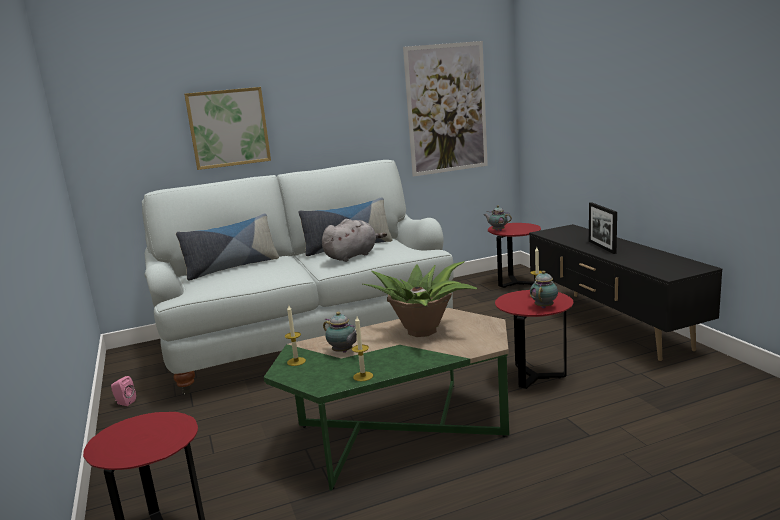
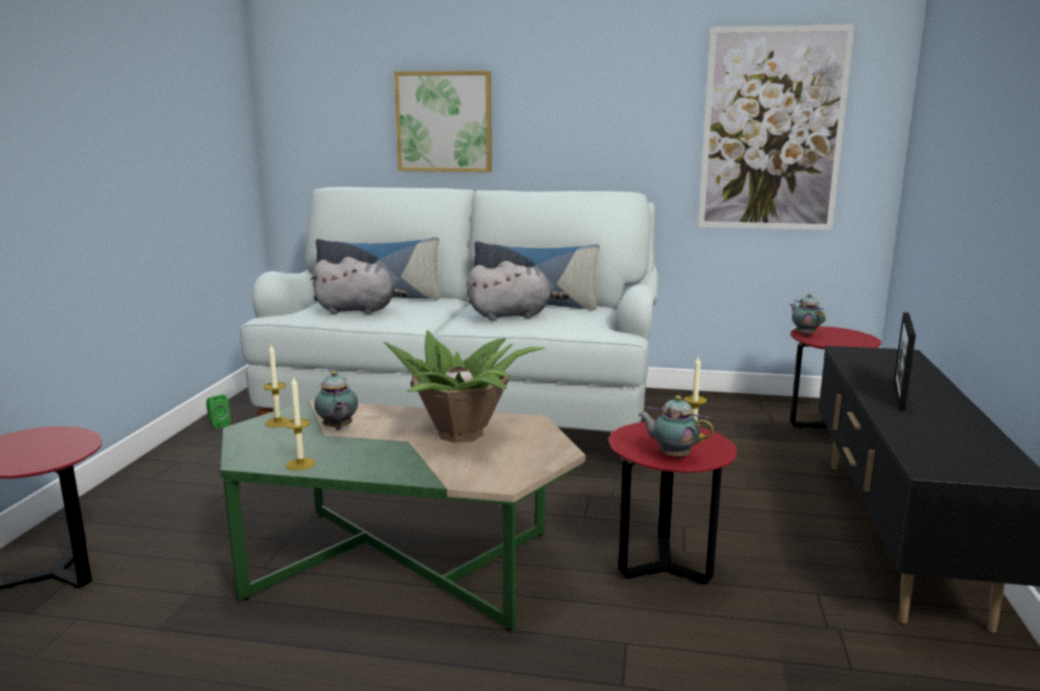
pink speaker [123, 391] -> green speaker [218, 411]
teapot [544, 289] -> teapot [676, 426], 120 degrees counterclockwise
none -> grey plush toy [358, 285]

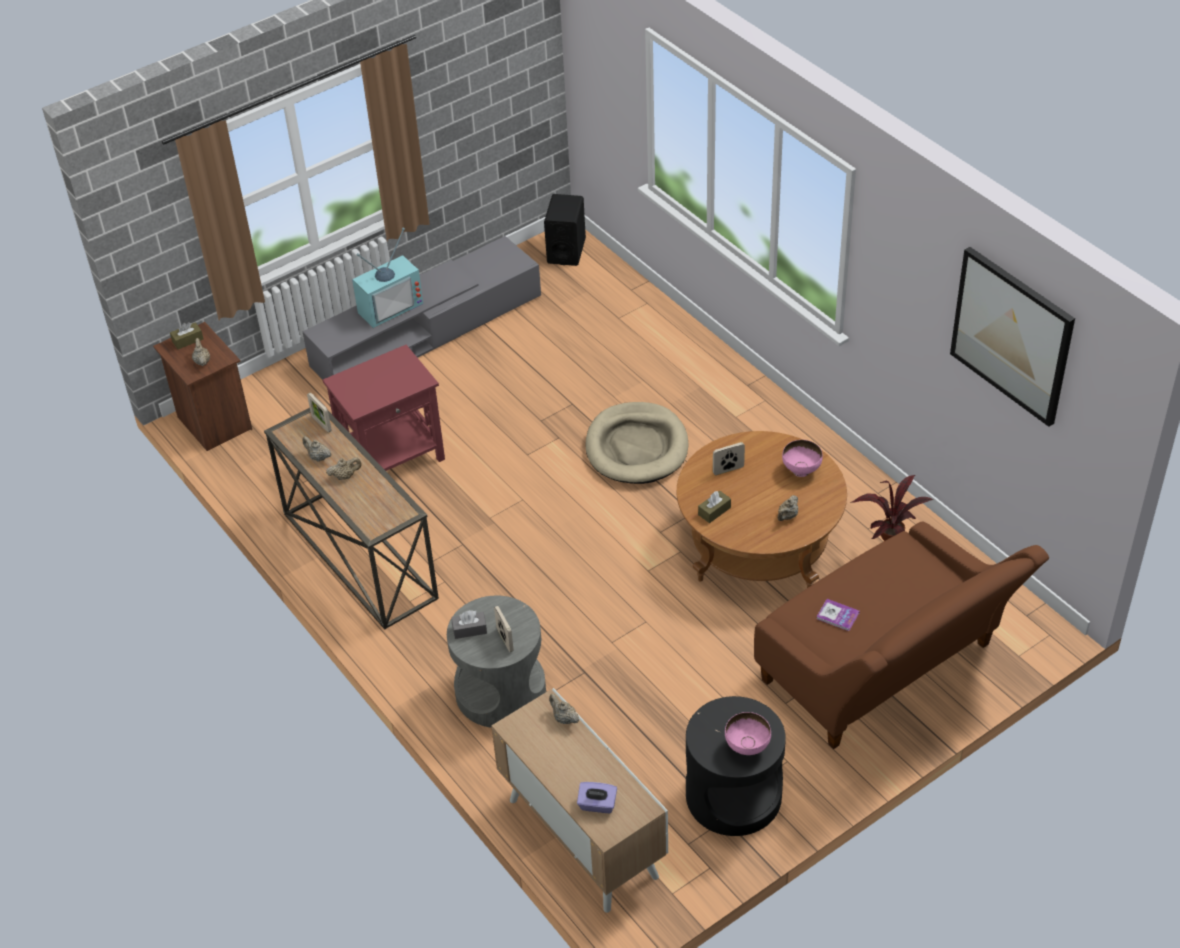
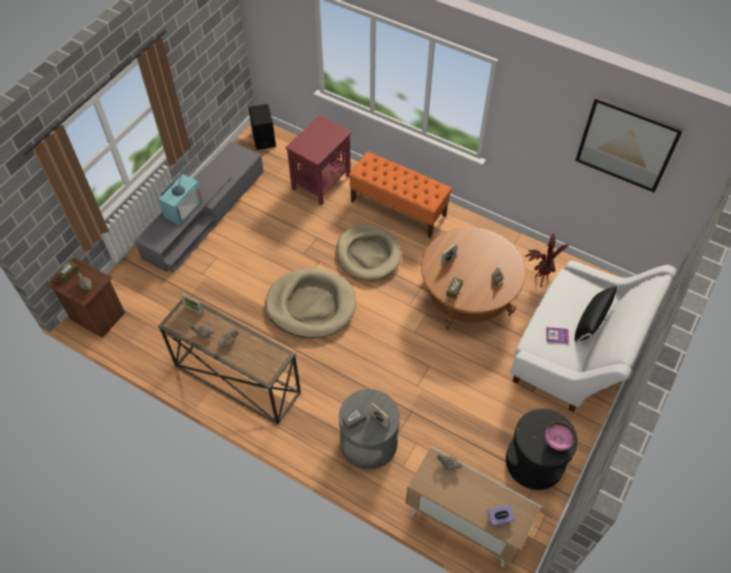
red side table [384, 408] -> red side table [318, 160], relocated
brown sofa [901, 635] -> white sofa [594, 335]
pink bowl [802, 458] -> none
none -> beige dog bed [310, 303]
none -> orange bench [400, 195]
none -> black pillow [596, 315]

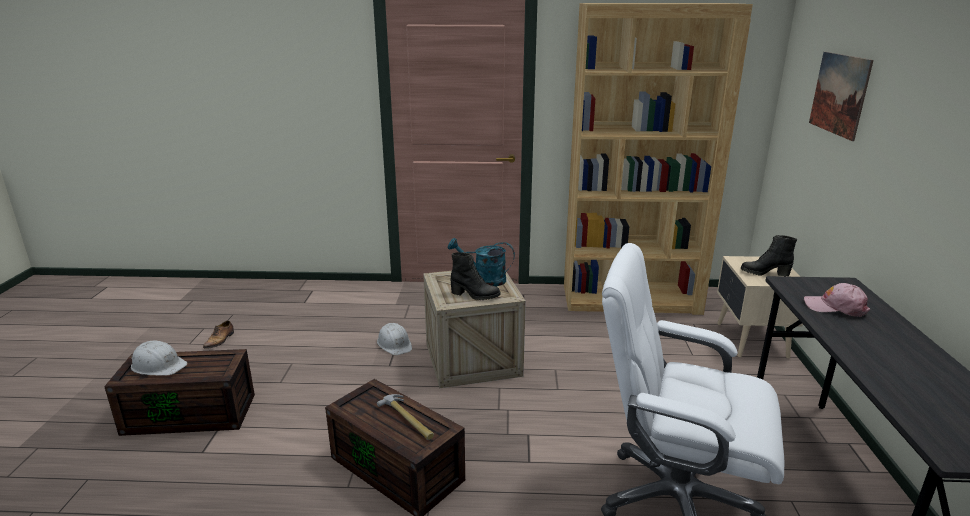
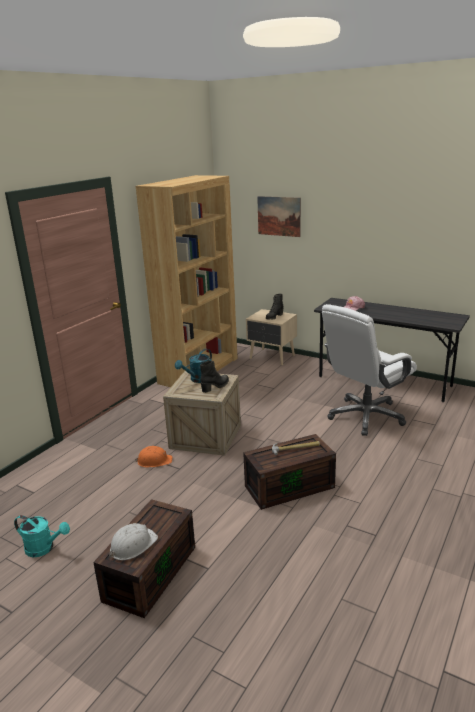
shoe [218, 334] -> turquoise watering can [42, 536]
white hard hat [394, 339] -> orange hard hat [154, 457]

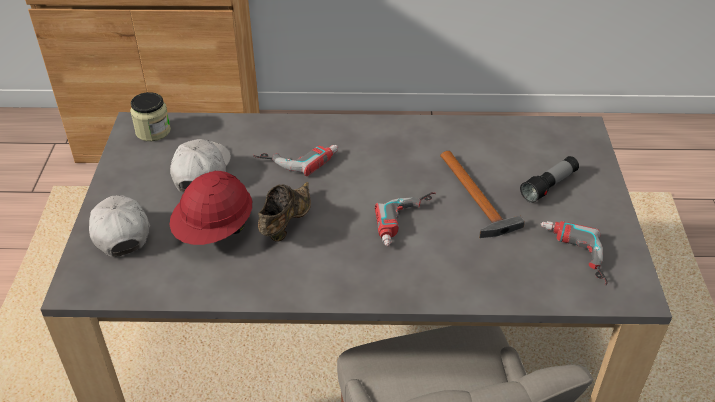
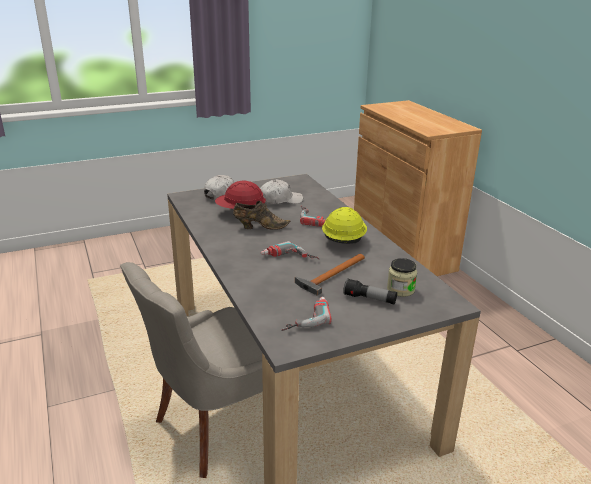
jar [150, 116] -> jar [402, 277], relocated
none -> yellow hard hat [344, 225]

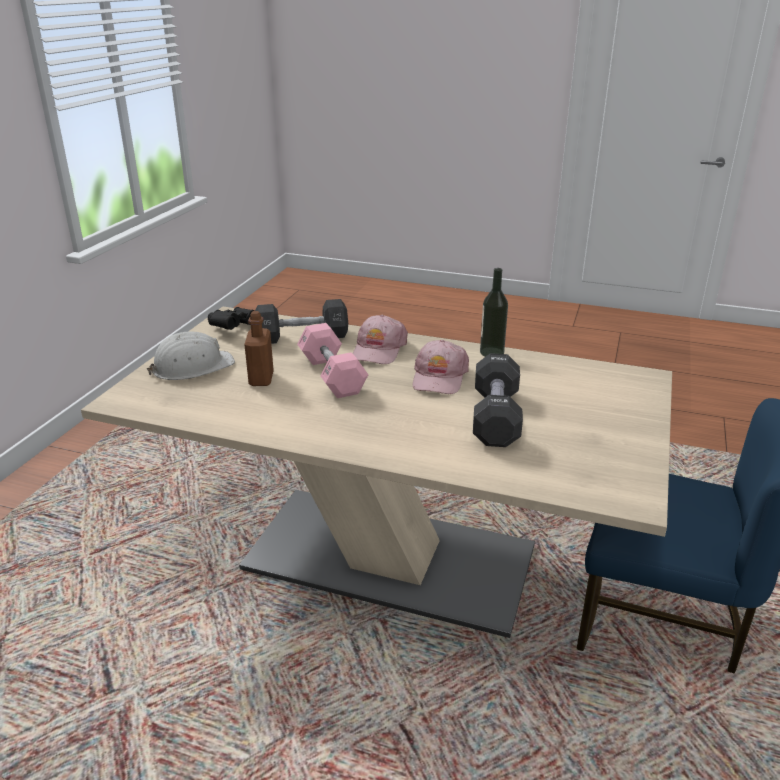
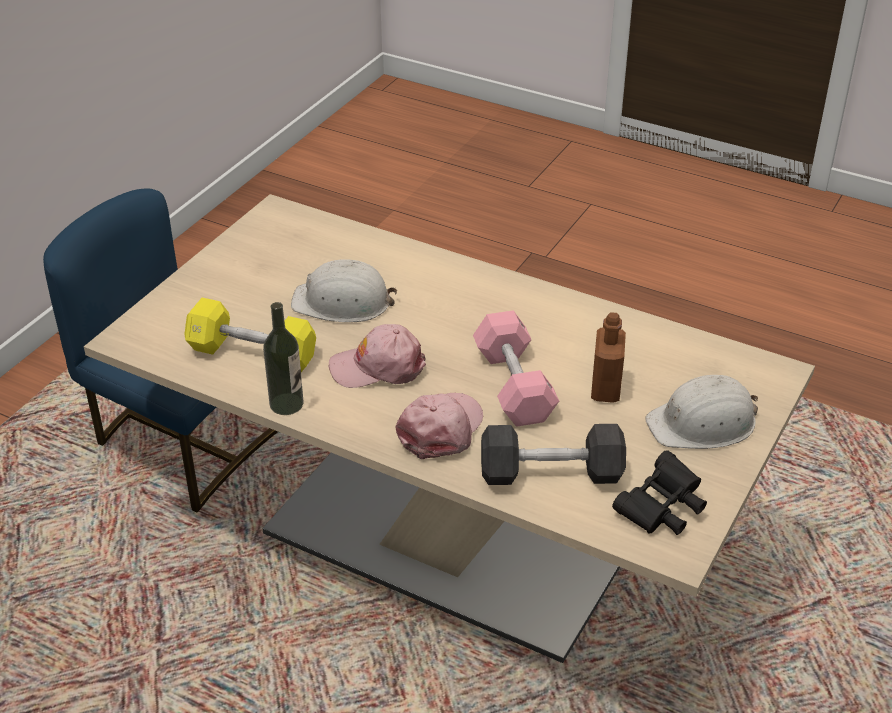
pink cap [441, 367] -> pink cap [377, 356], 120 degrees counterclockwise
black dumbbell [498, 400] -> white hard hat [344, 290]
none -> yellow dumbbell [250, 335]

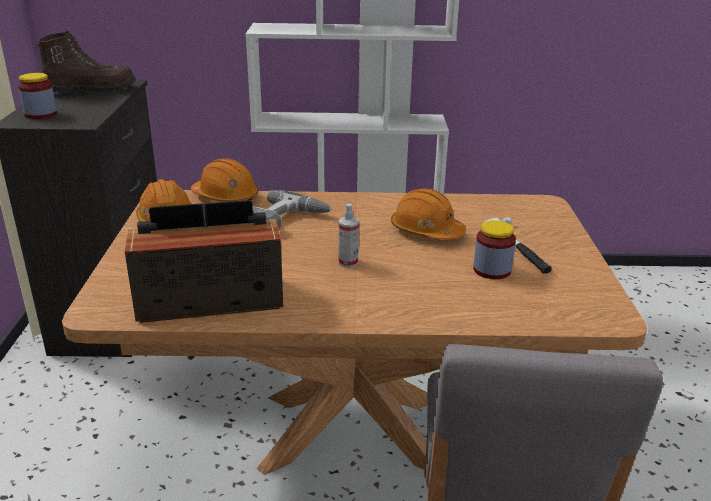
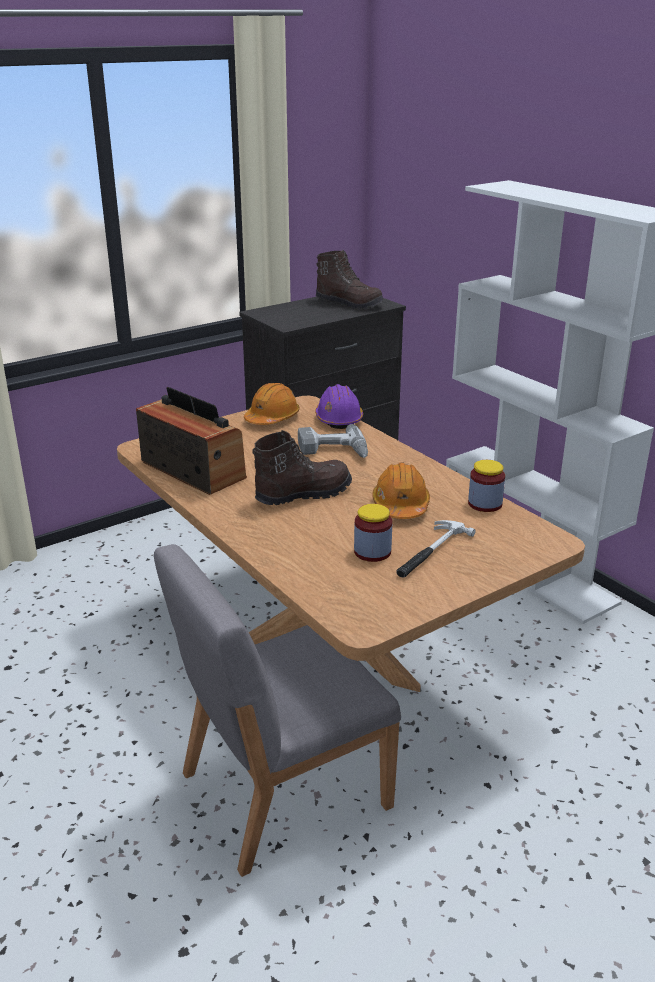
jar [37, 96] -> jar [486, 486], relocated
orange hard hat [225, 180] -> purple hard hat [339, 406]
spray bottle [348, 236] -> brown boot [302, 467]

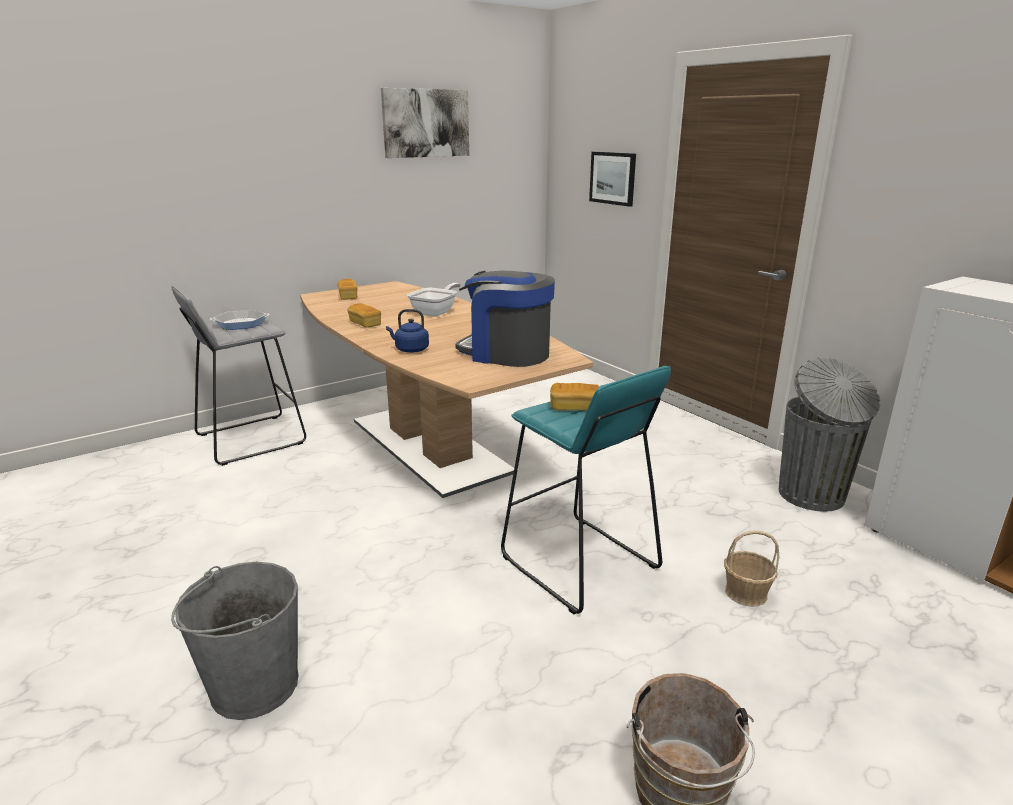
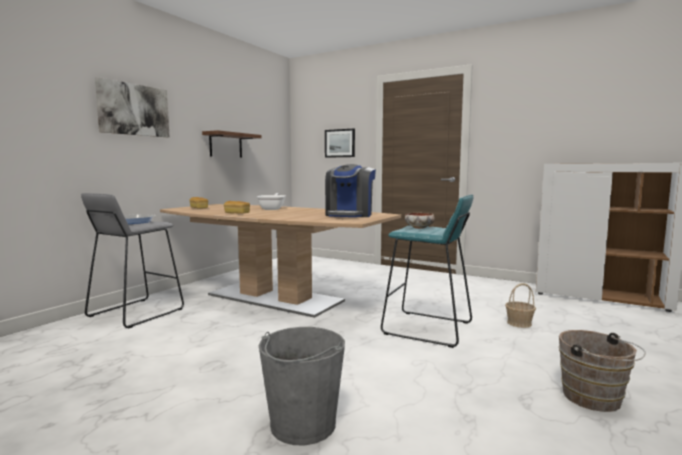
picture [425, 123] -> picture [132, 107], relocated
blue kettle [407, 331] -> none
coffee machine [505, 319] -> coffee machine [350, 190], 75 degrees counterclockwise
bread [574, 397] -> bowl [420, 221]
grey trash can [829, 434] -> none
none -> brown shelf [231, 144]

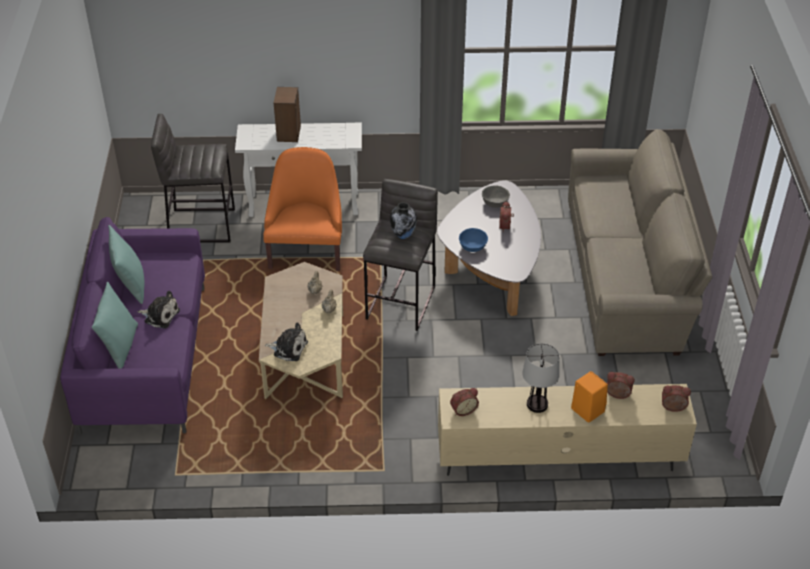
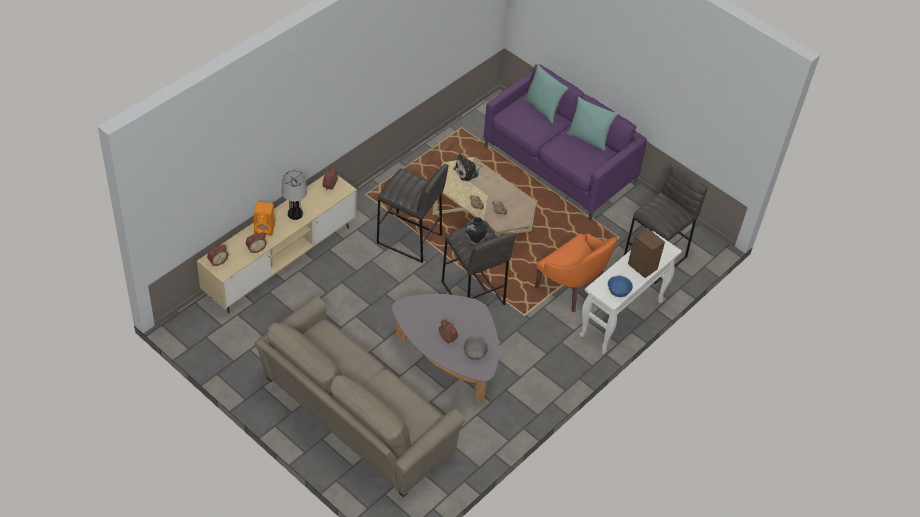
plush toy [158, 309] -> none
blue bowl [473, 240] -> blue bowl [620, 286], relocated
none -> grey stool [412, 213]

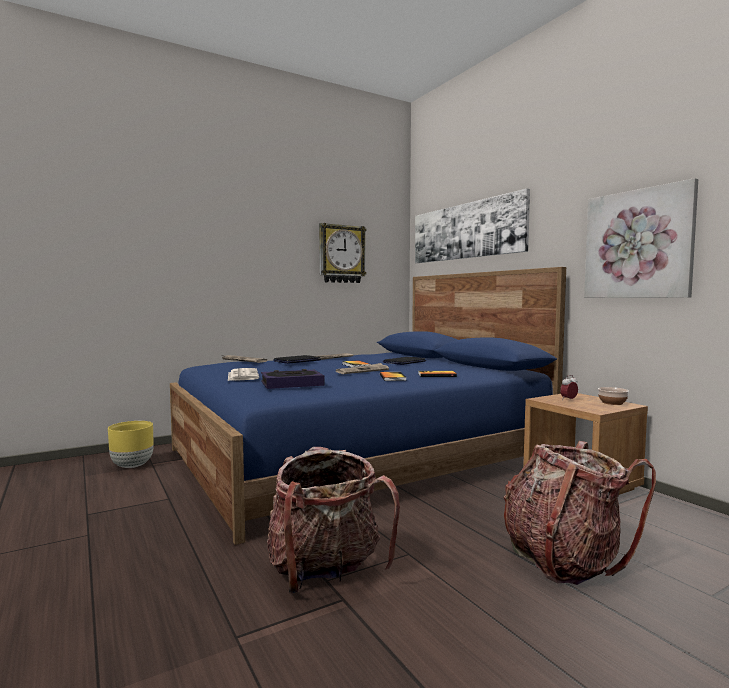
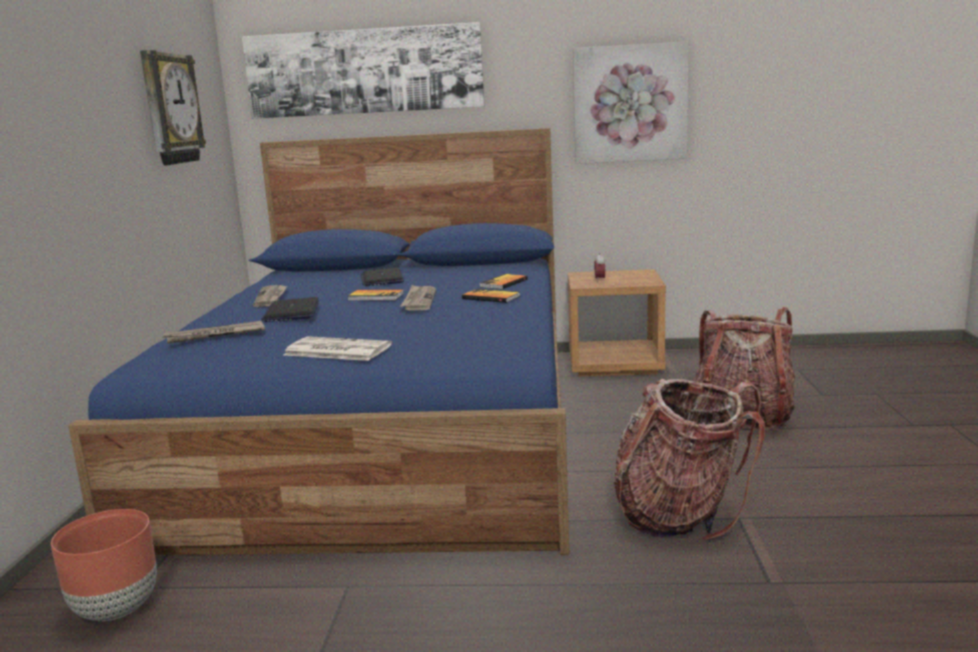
yellow planter [130, 444] -> brown planter [104, 565]
book [293, 379] -> none
bowl [613, 396] -> none

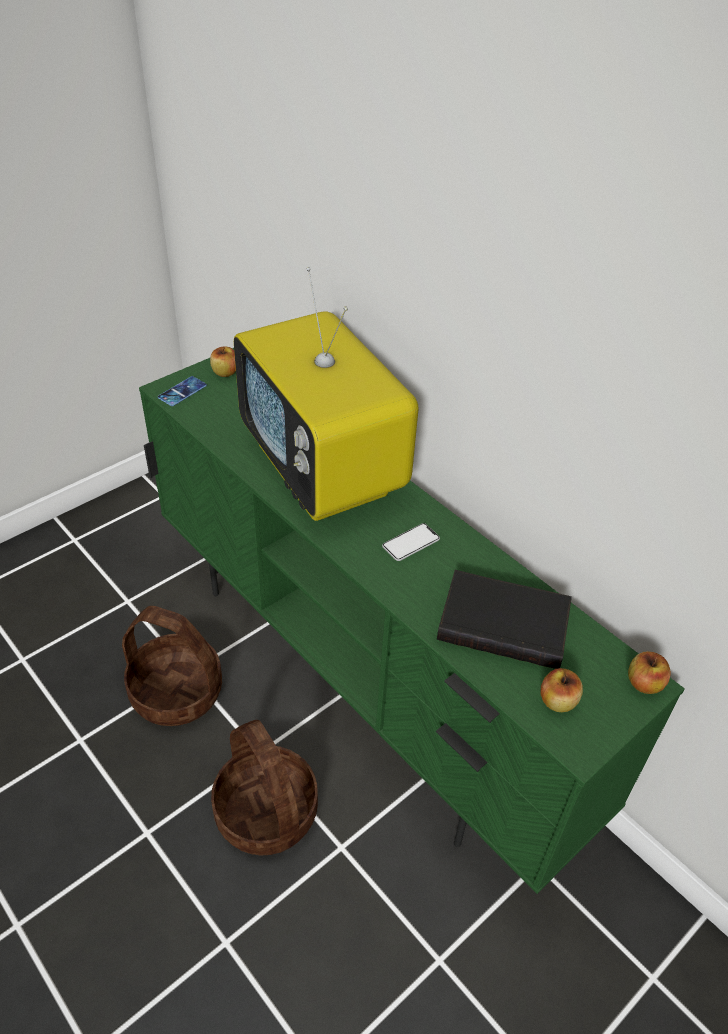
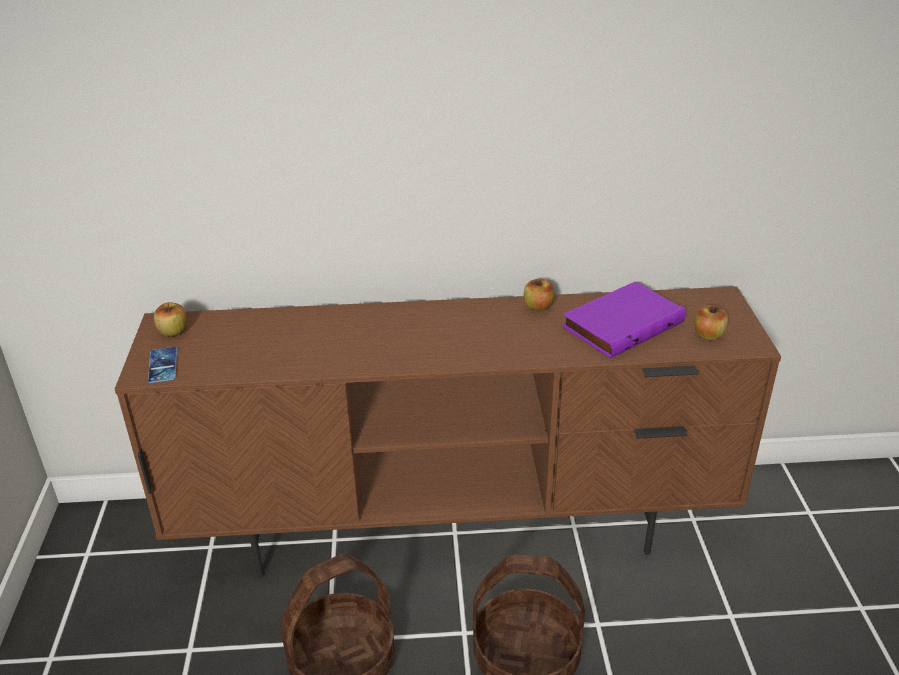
green tv stand [412, 621] -> brown tv stand [448, 432]
television [326, 394] -> none
phone [411, 542] -> none
black book [504, 619] -> purple book [624, 319]
apple [649, 672] -> apple [539, 295], relocated

